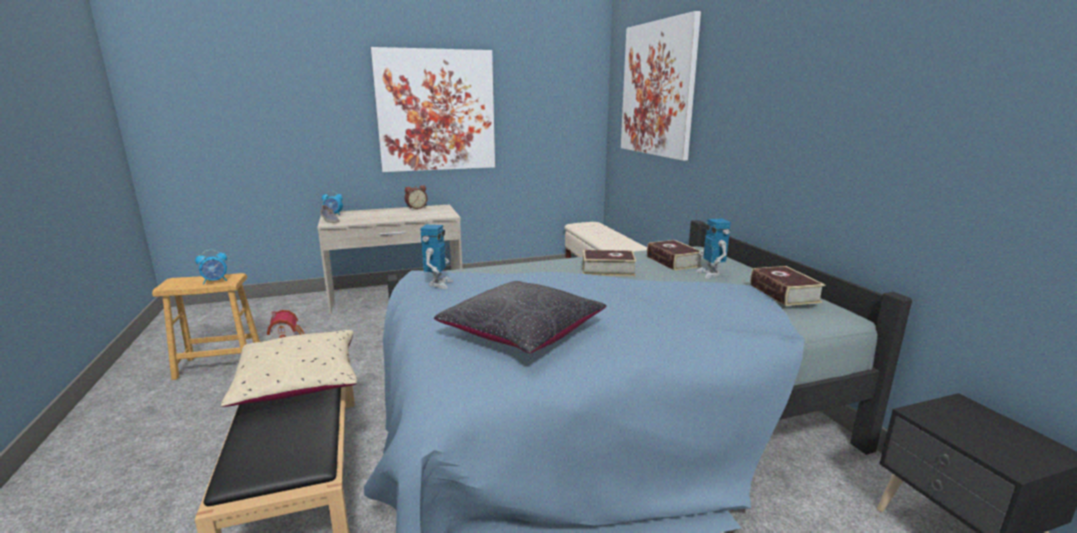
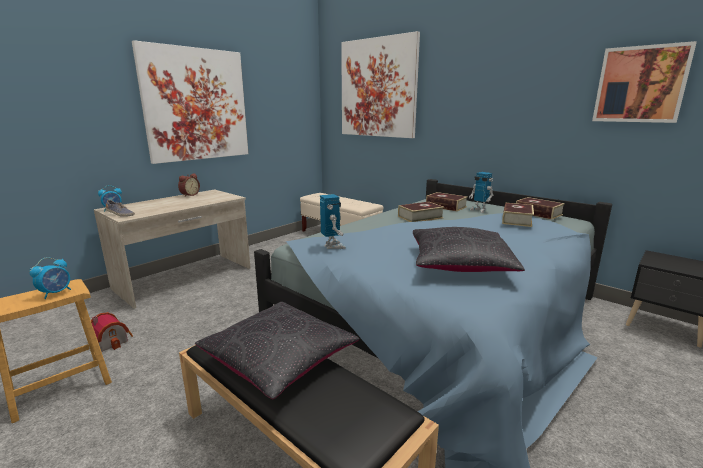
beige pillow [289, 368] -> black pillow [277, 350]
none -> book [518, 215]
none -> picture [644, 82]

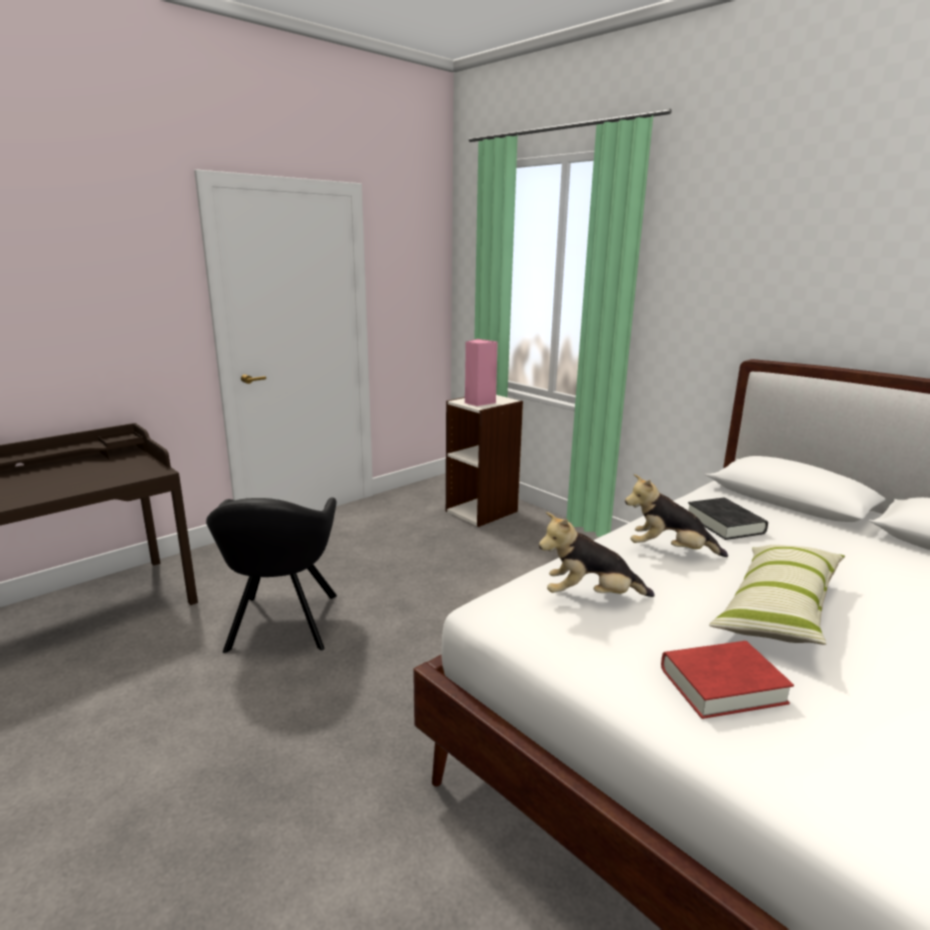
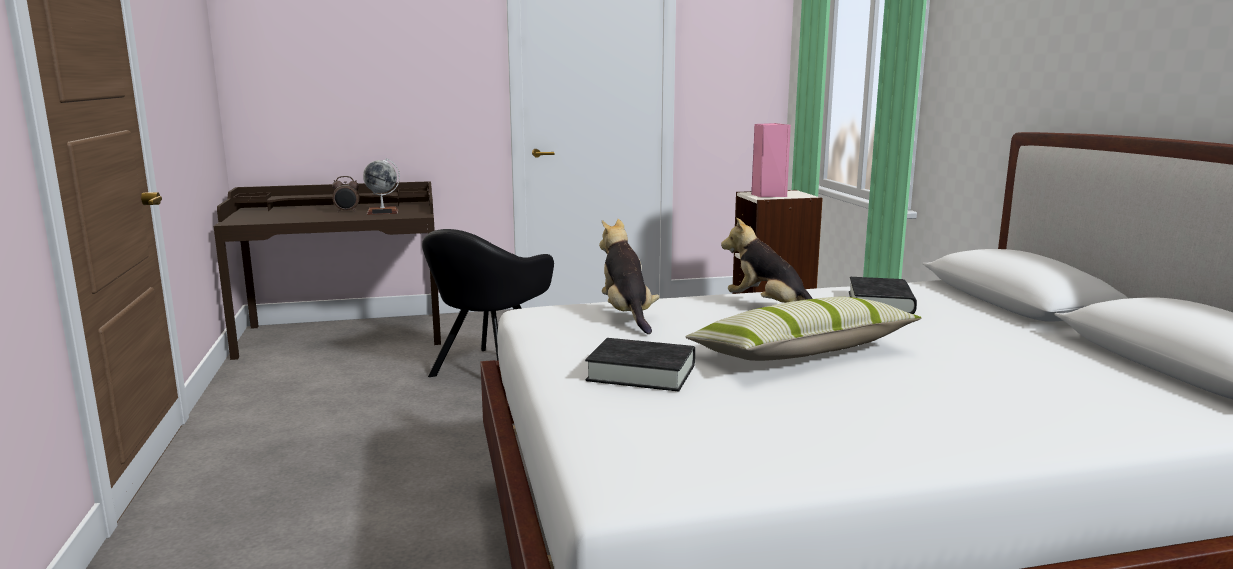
plush toy [597, 554] -> plush toy [629, 276], 45 degrees clockwise
red book [727, 680] -> black book [640, 365]
none -> alarm clock [346, 194]
none -> globe [381, 186]

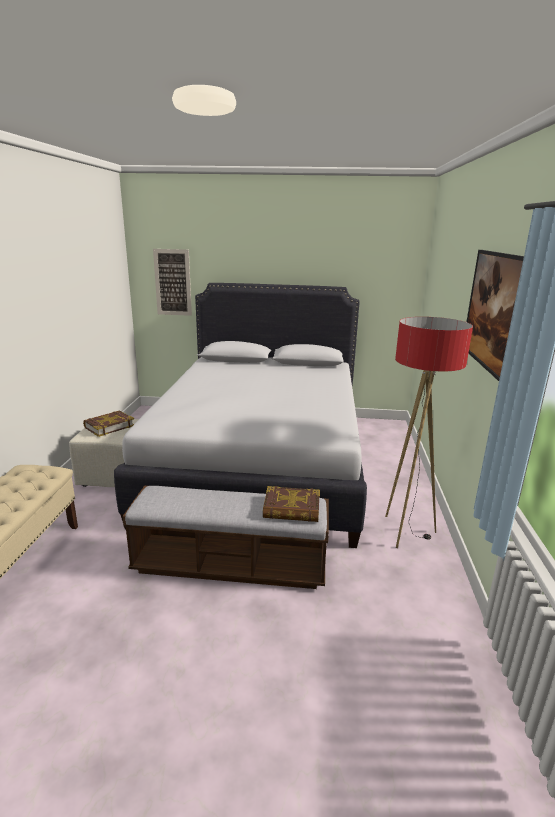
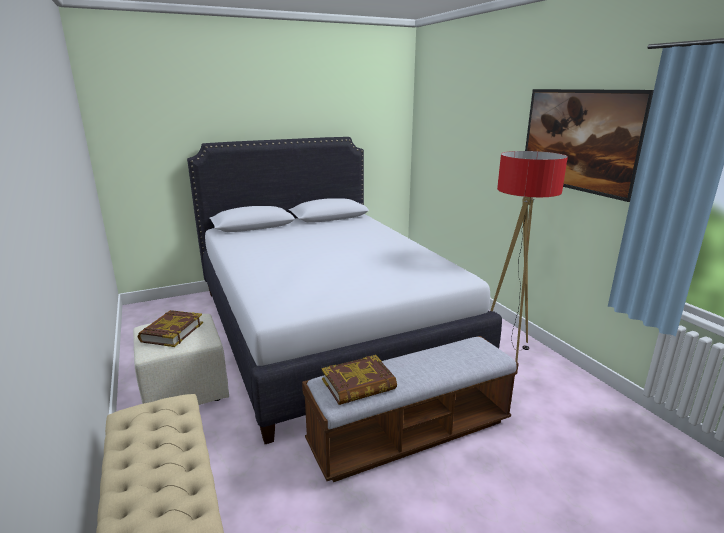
picture [172, 282] -> none
book [291, 504] -> book [359, 380], relocated

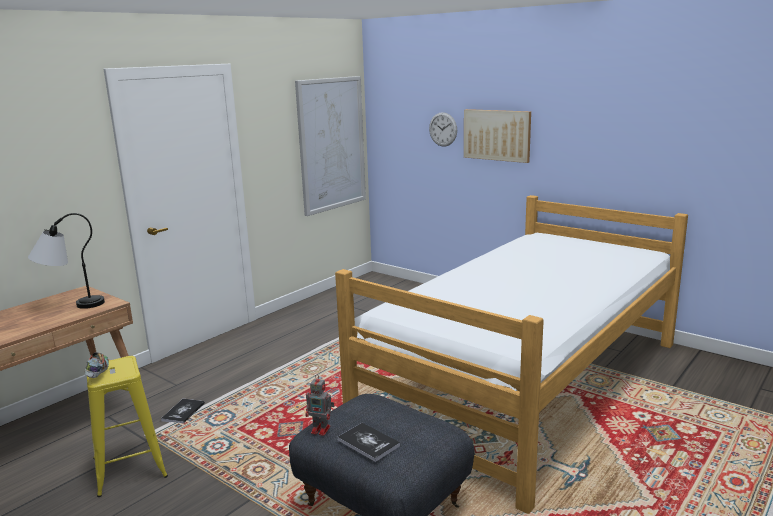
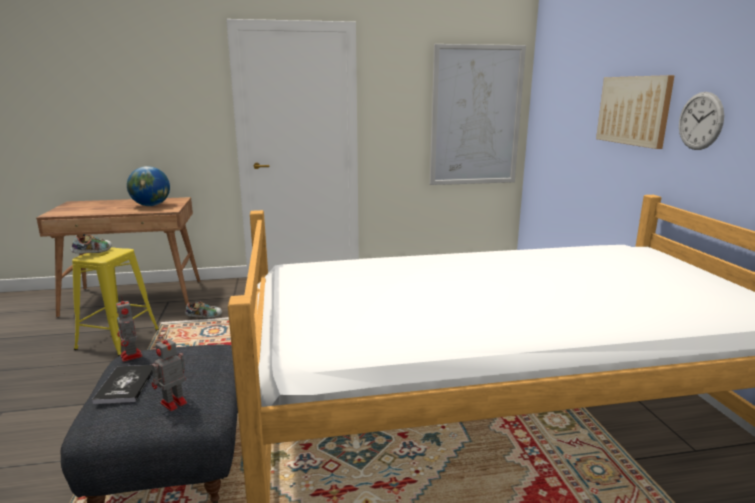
table lamp [66, 261] -> globe [148, 186]
book [183, 411] -> shoe [203, 310]
wall clock [443, 129] -> wall clock [701, 121], relocated
none -> toy robot [169, 372]

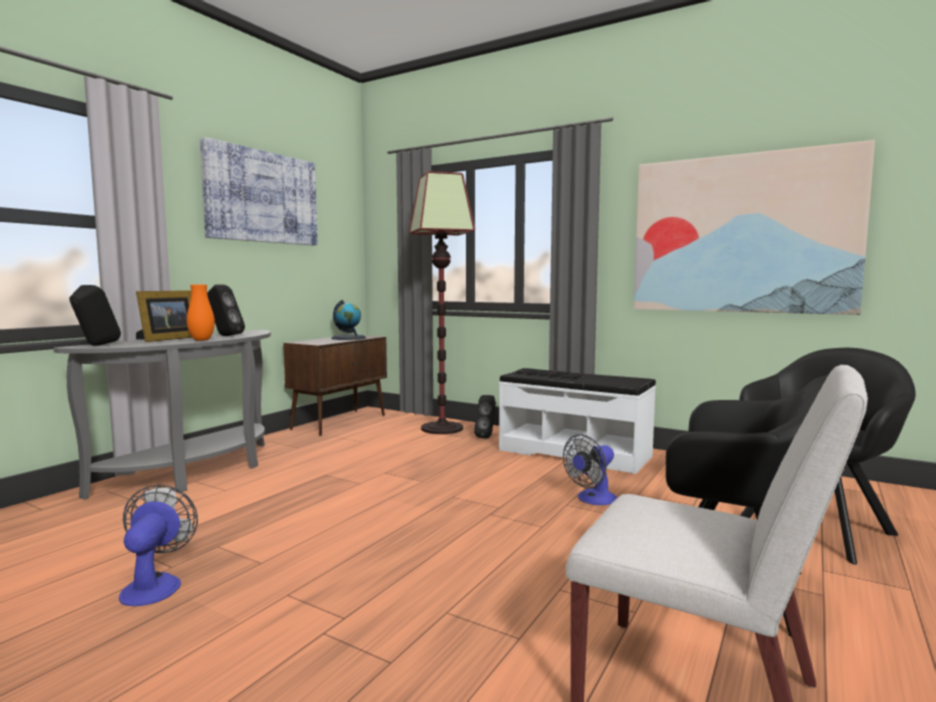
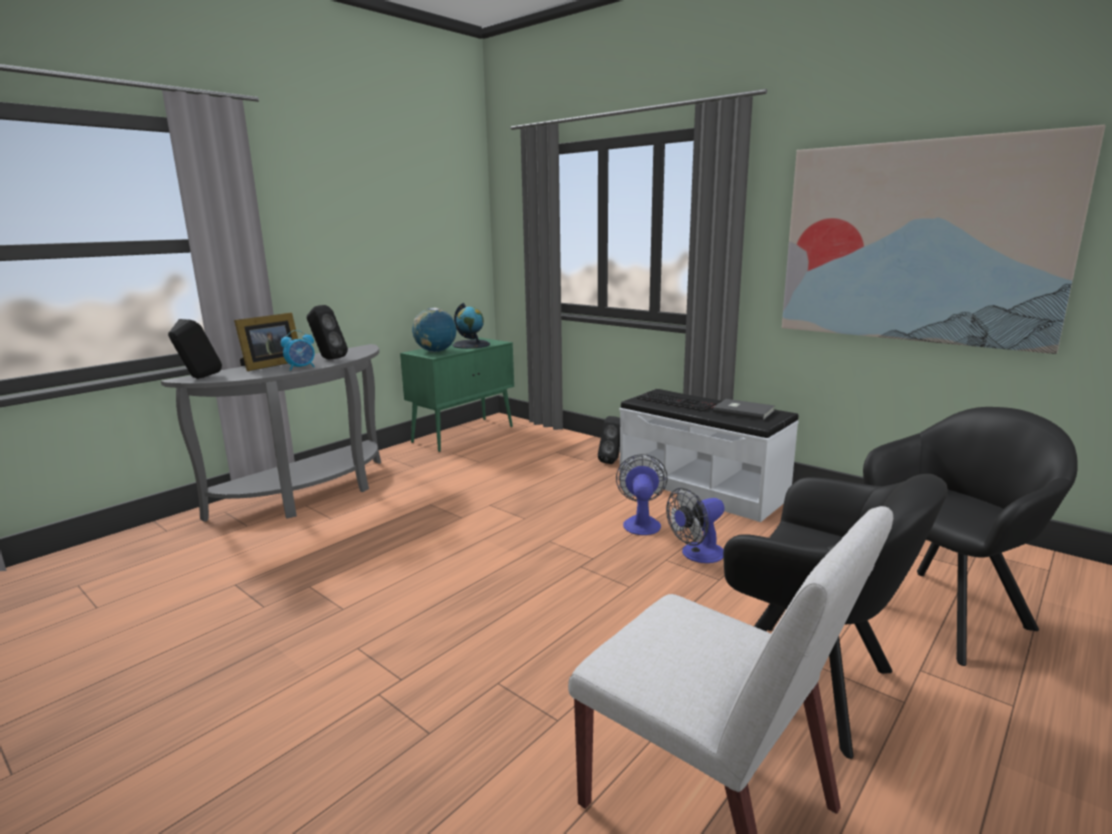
fan [158, 545] -> fan [642, 494], relocated
orange vase [201, 313] -> alarm clock [298, 350]
picture [259, 191] -> none
brown cabinet [335, 385] -> green cabinet [457, 395]
floor lamp [442, 302] -> none
none -> globe [434, 330]
none -> grey book [744, 409]

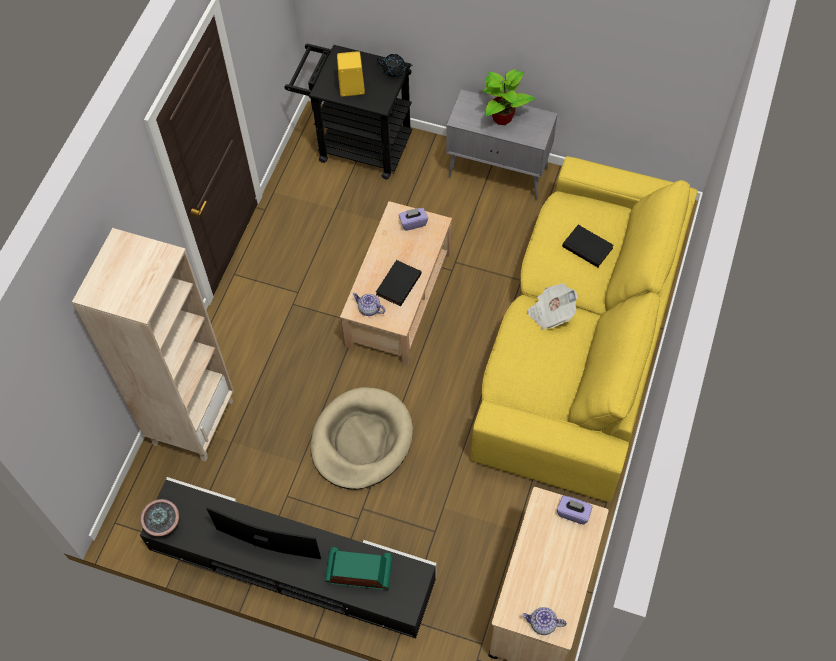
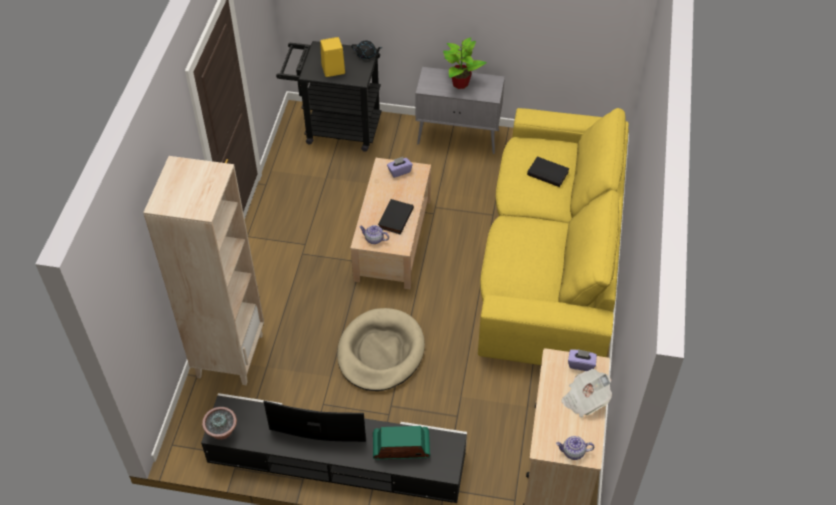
newspaper [552, 306] -> newspaper [586, 393], relocated

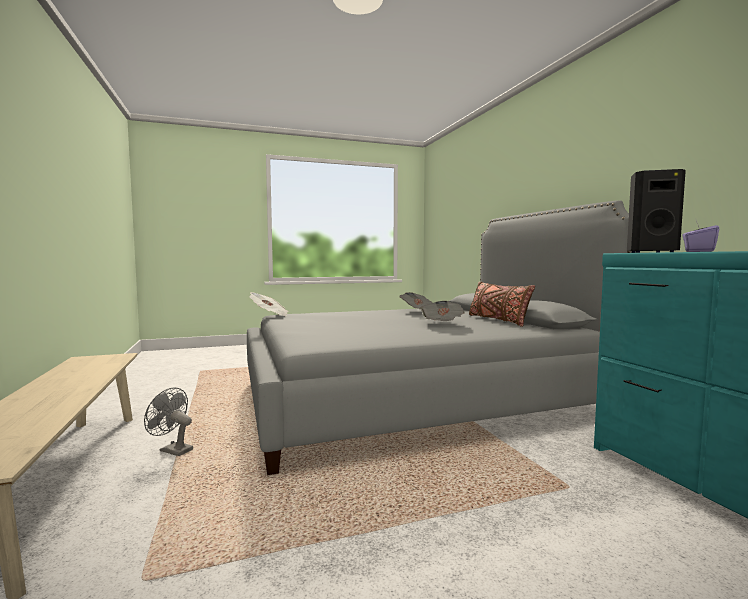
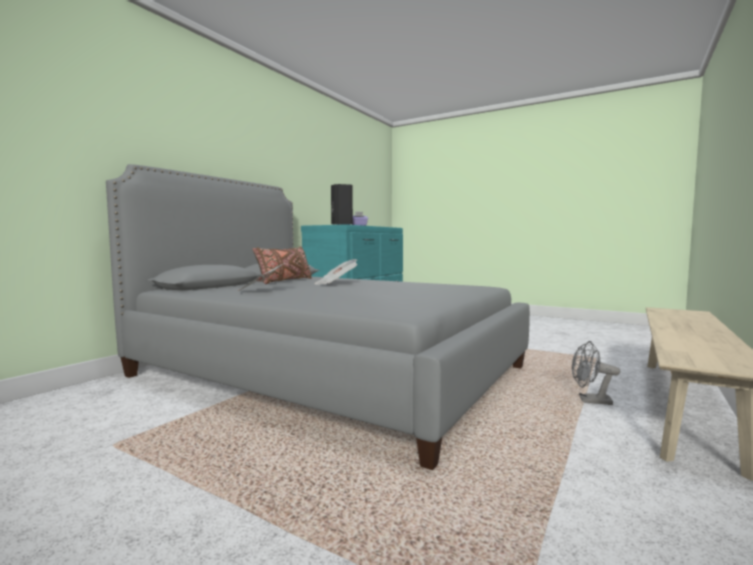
grey fan [168, 422] -> grey fan [596, 373], 120 degrees clockwise
newspaper [269, 304] -> none

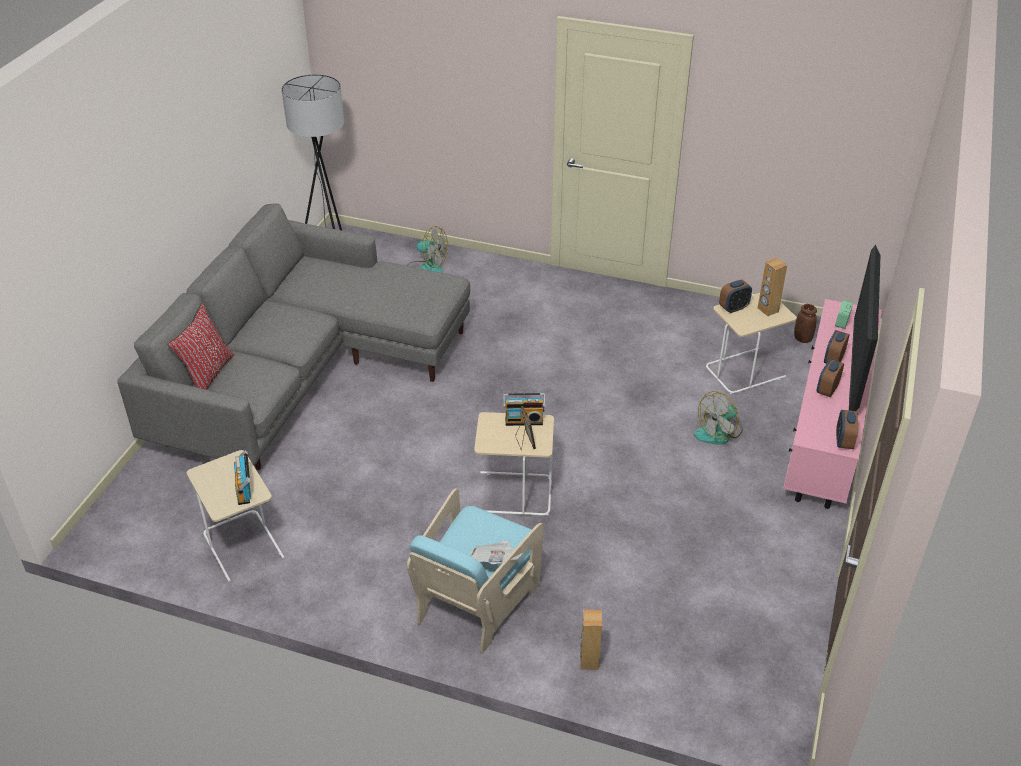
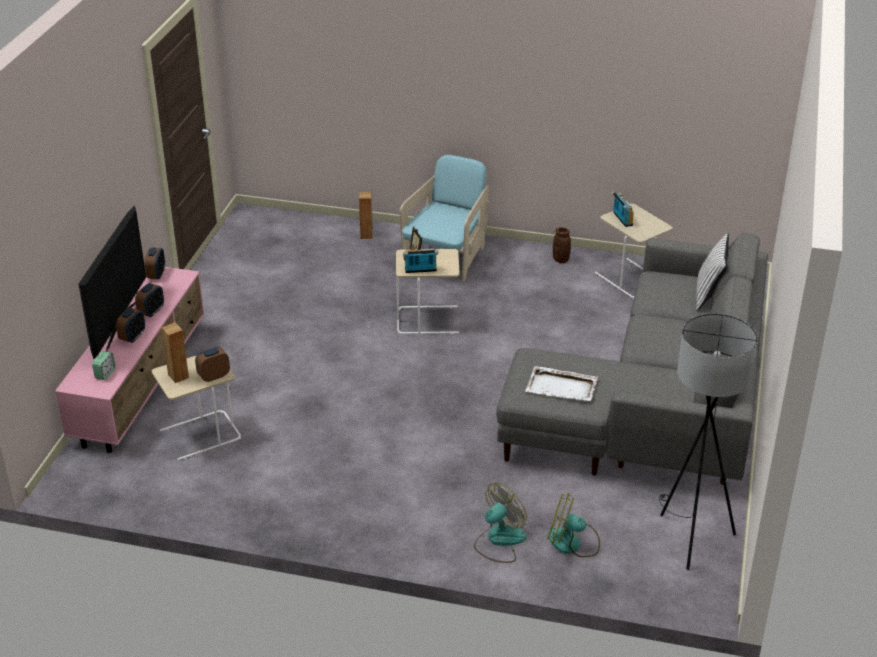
red pillow [201, 346] -> white pillow [712, 272]
newspaper [496, 552] -> none
fan [718, 417] -> fan [500, 523], relocated
brown vase [805, 323] -> brown vase [562, 245], relocated
none -> white tray [561, 383]

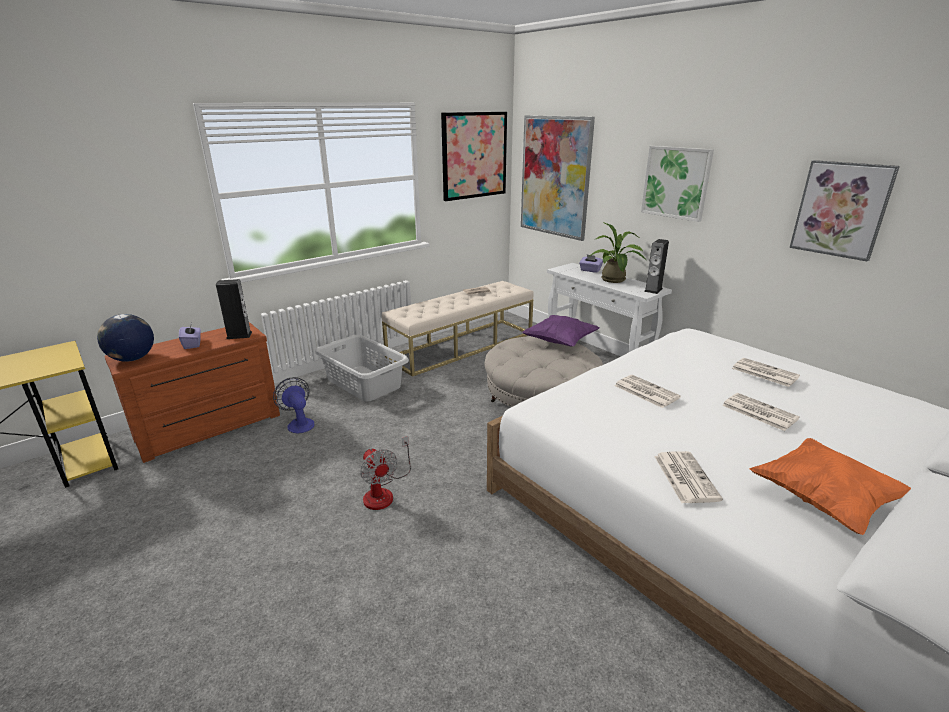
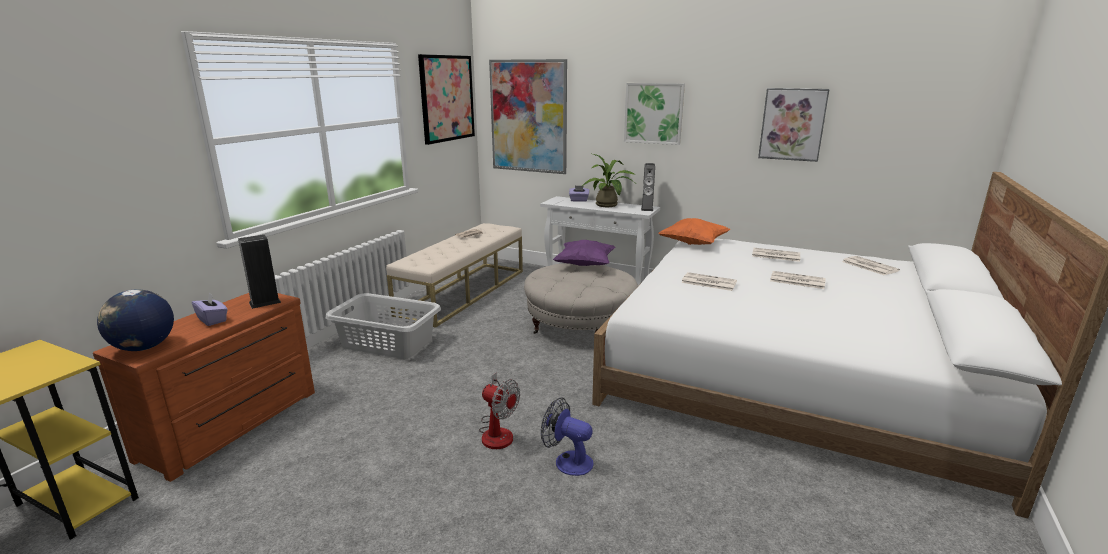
fan [294, 405] -> fan [567, 437], relocated
newspaper [688, 477] -> newspaper [871, 265], relocated
orange pillow [830, 486] -> orange pillow [694, 231], relocated

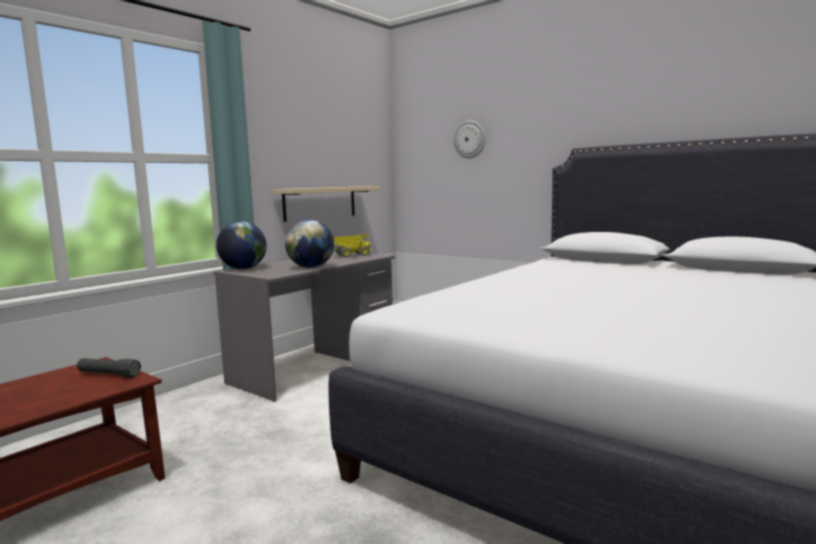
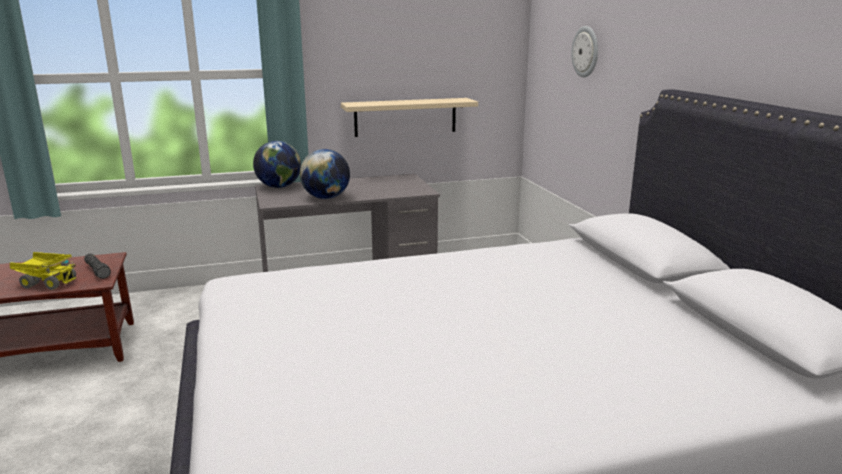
toy truck [352, 246] -> toy truck [43, 271], relocated

